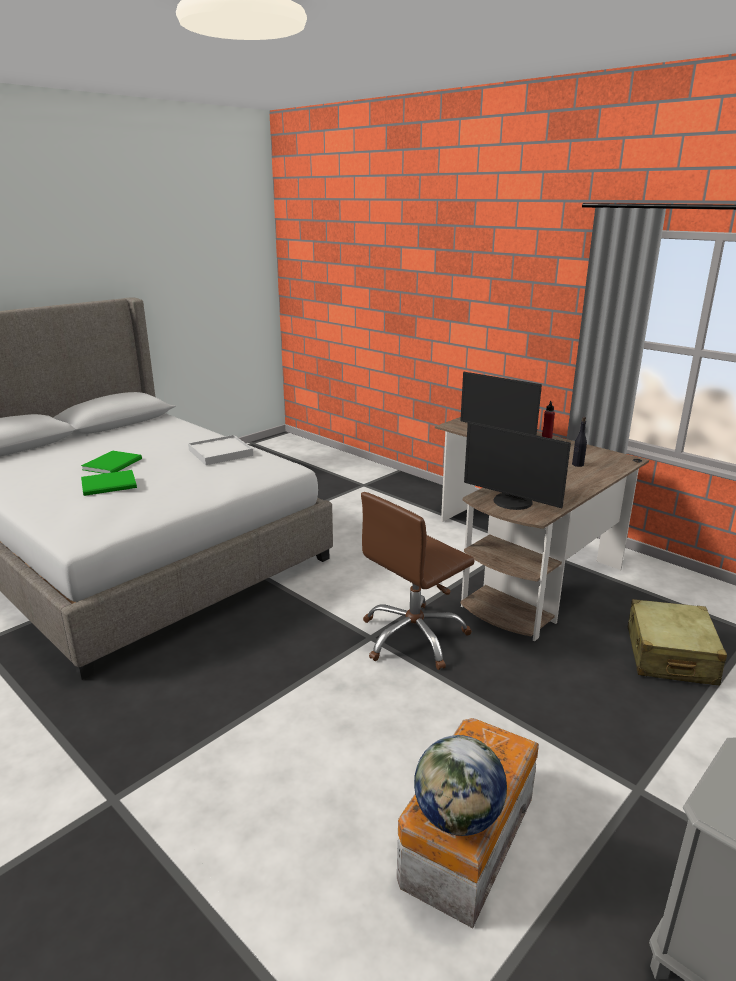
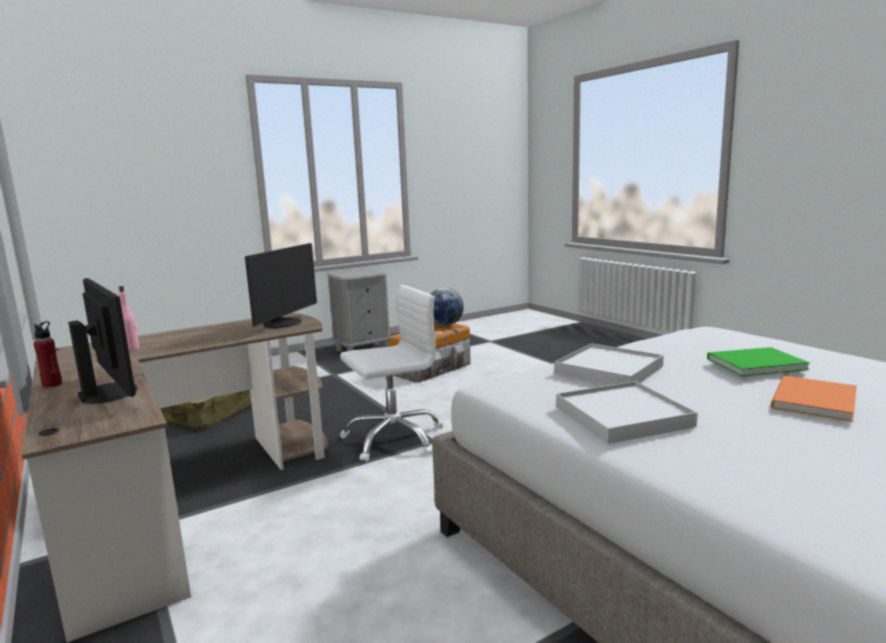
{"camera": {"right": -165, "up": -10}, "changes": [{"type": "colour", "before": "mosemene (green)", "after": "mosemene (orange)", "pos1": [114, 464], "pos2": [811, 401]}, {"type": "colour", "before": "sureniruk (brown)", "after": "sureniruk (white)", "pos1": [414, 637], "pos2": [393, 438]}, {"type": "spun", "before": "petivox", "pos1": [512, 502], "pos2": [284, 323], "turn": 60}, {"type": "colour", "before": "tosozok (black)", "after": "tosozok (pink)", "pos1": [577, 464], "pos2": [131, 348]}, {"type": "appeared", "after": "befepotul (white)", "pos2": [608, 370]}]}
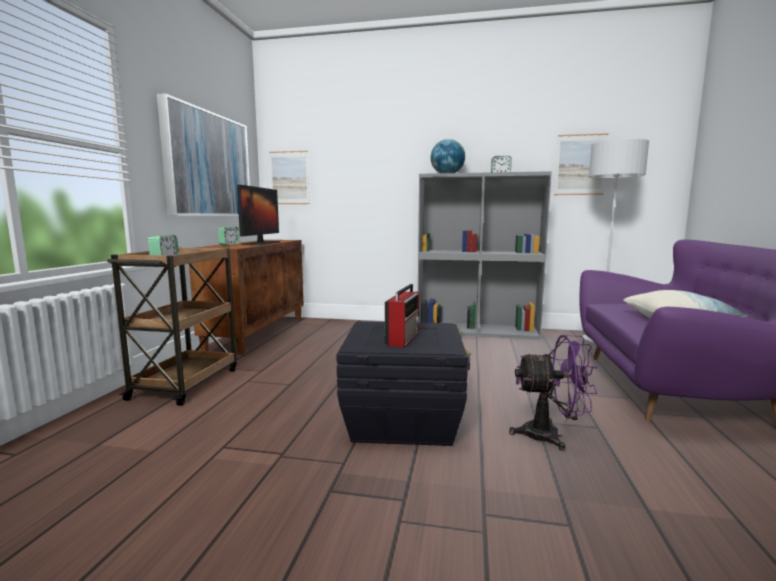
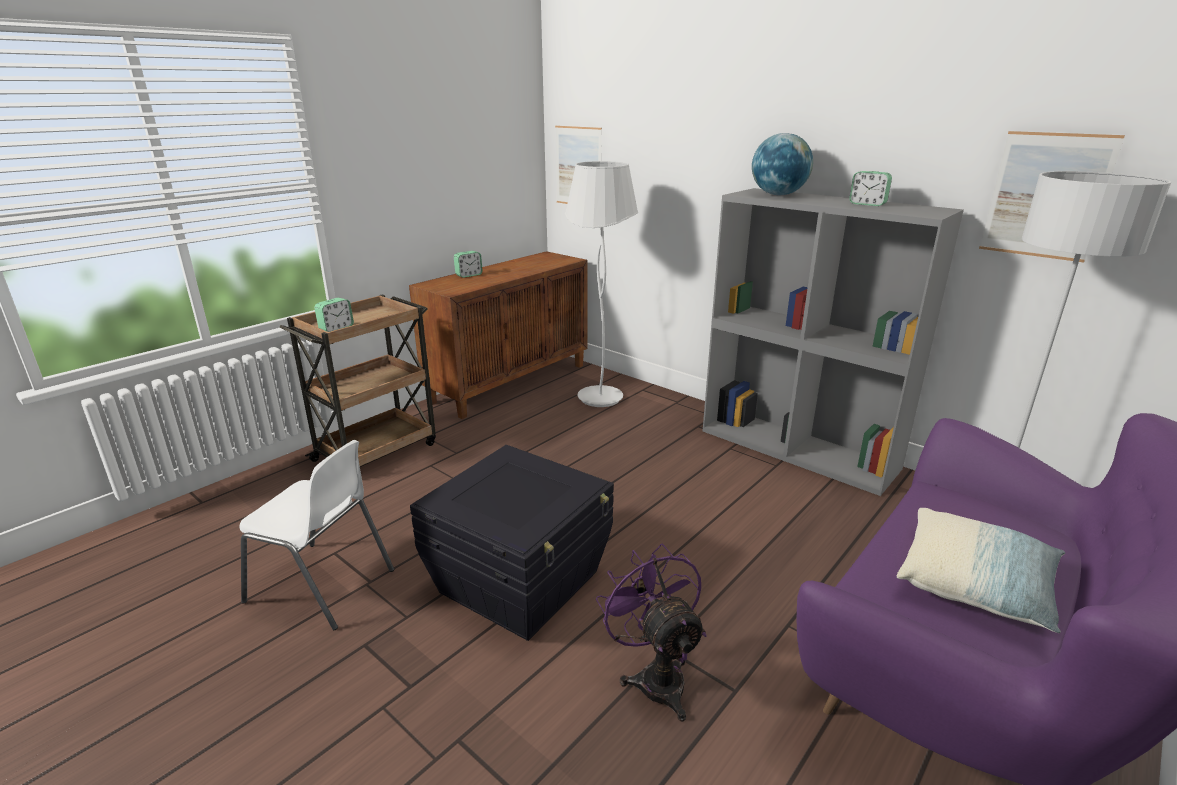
{"camera": {"right": 30, "up": 15}, "changes": [{"type": "missing", "before": "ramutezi", "pos1": [208, 165]}, {"type": "missing", "before": "petivox", "pos1": [261, 243]}, {"type": "missing", "before": "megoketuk", "pos1": [403, 338]}, {"type": "spun", "before": "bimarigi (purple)", "pos1": [551, 436], "pos2": [655, 676], "turn": -150}, {"type": "appeared", "after": "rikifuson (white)", "pos2": [323, 586]}, {"type": "appeared", "after": "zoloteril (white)", "pos2": [600, 398]}]}
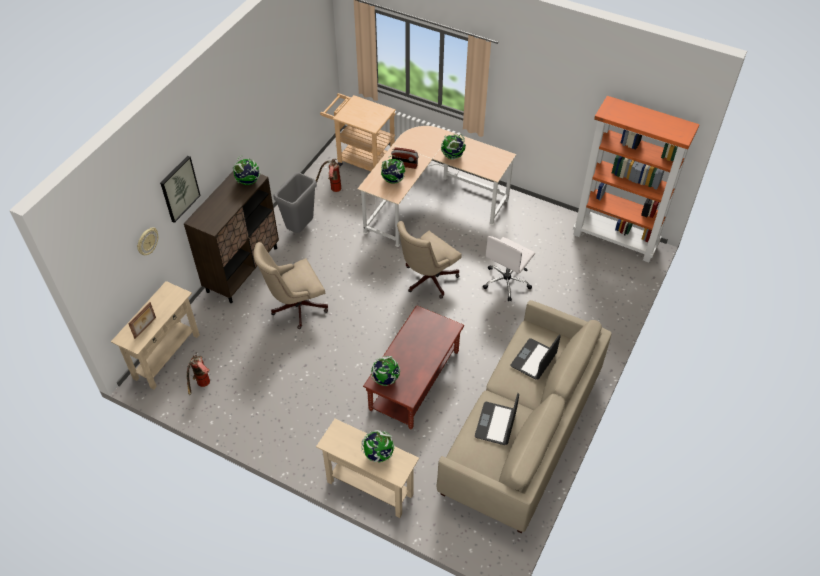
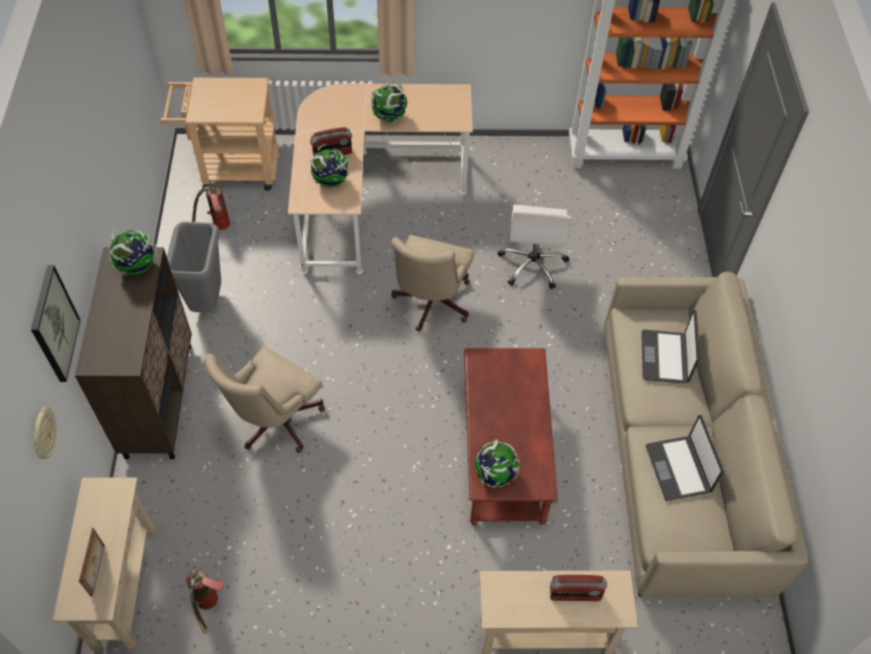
{"camera": {"right": -30, "up": 5}, "changes": [{"type": "exchanged", "before": "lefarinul", "after": "megoketuk", "pos1": [378, 454], "pos2": [575, 594]}]}
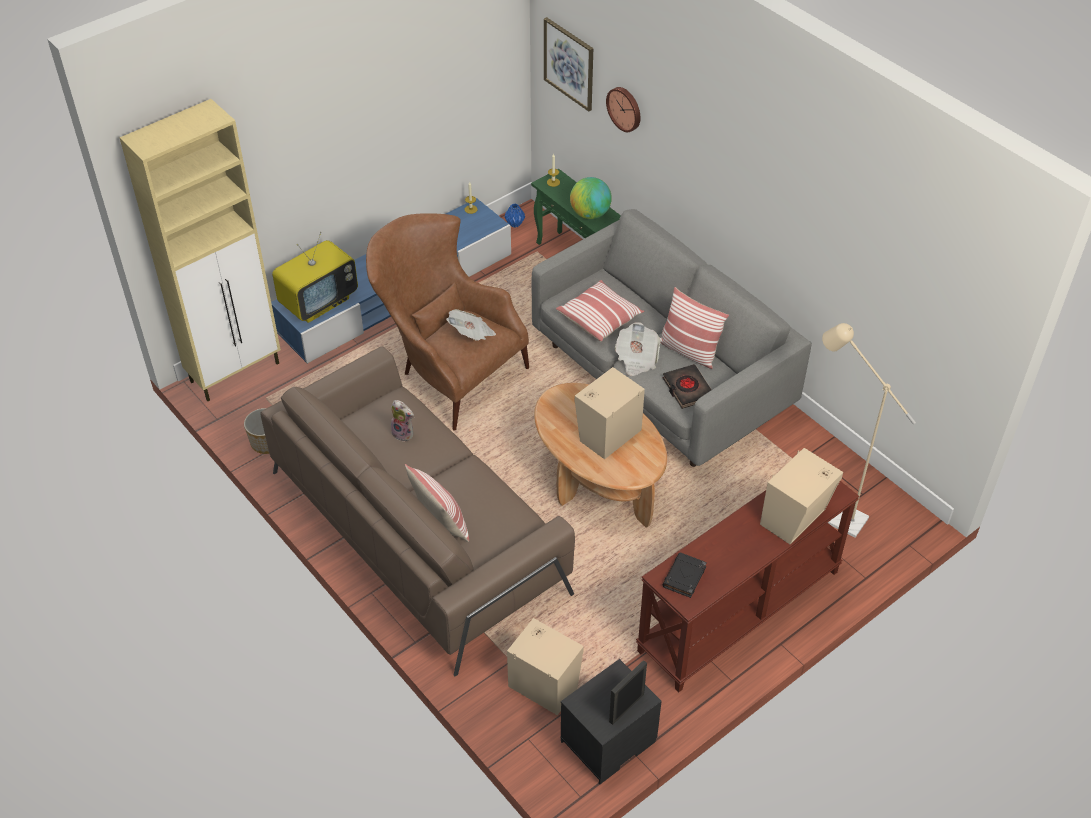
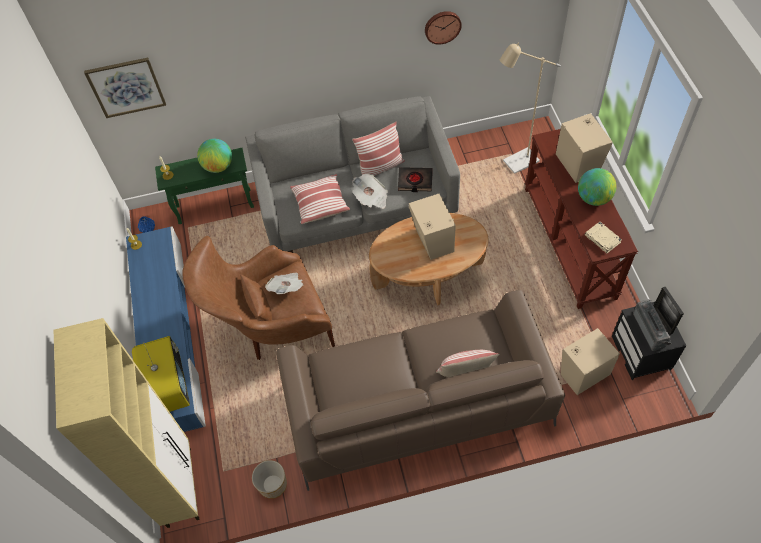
{"camera": {"right": -60, "up": 10}, "changes": [{"type": "missing", "before": "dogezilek", "pos1": [404, 433]}, {"type": "relocated", "before": "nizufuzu", "pos1": [625, 108], "pos2": [442, 26]}, {"type": "colour", "before": "mosemene (black)", "after": "mosemene (beige)", "pos1": [684, 577], "pos2": [603, 239]}, {"type": "appeared", "after": "lefarinul", "pos2": [593, 198]}, {"type": "appeared", "after": "megoketuk", "pos2": [651, 330]}]}
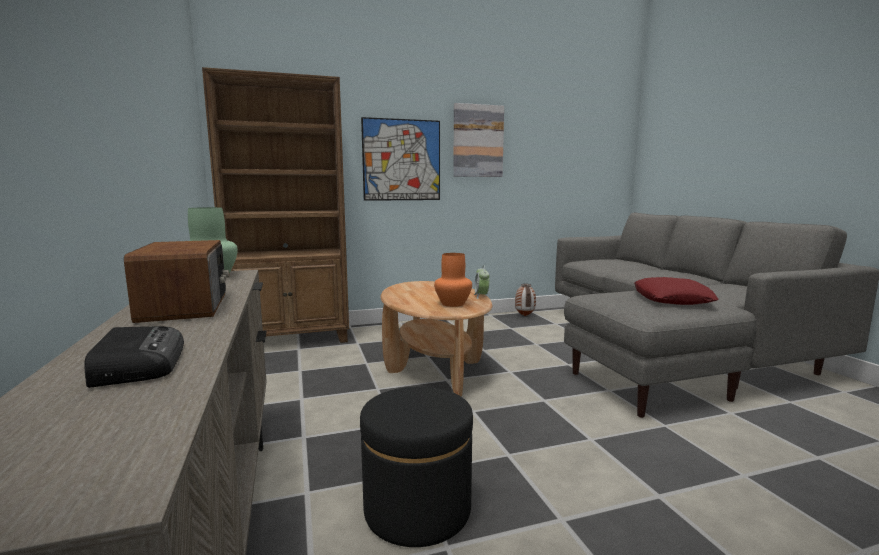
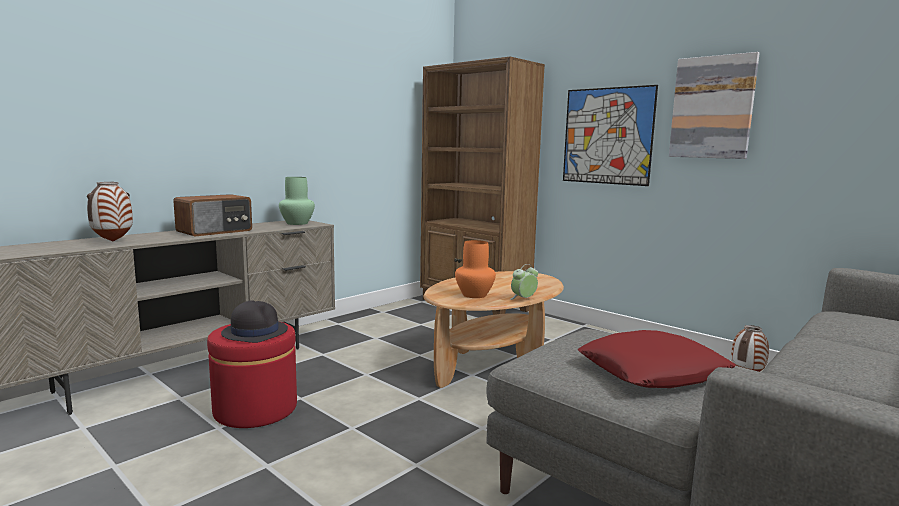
{"camera": {"right": 60, "up": 0}, "changes": [{"type": "exchanged", "before": "megoketuk", "after": "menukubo", "pos1": [139, 363], "pos2": [113, 241]}, {"type": "colour", "before": "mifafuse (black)", "after": "mifafuse (red)", "pos1": [417, 509], "pos2": [255, 409]}, {"type": "appeared", "after": "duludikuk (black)", "pos2": [255, 332]}]}
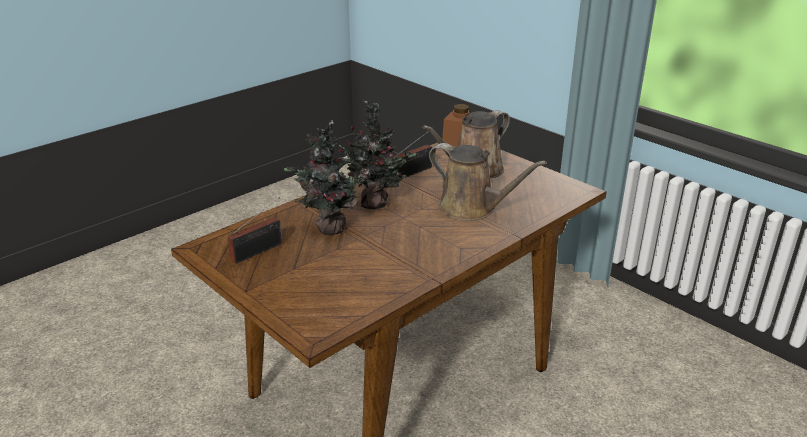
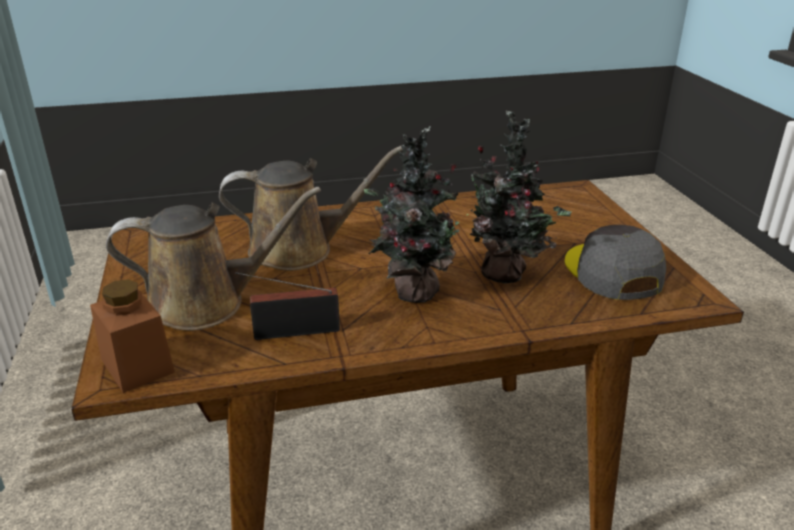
{"camera": {"right": -150, "up": 0}, "changes": [{"type": "exchanged", "before": "megoketuk", "after": "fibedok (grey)", "pos1": [260, 251], "pos2": [612, 272]}, {"type": "spun", "before": "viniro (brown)", "pos1": [472, 208], "pos2": [299, 250], "turn": 105}]}
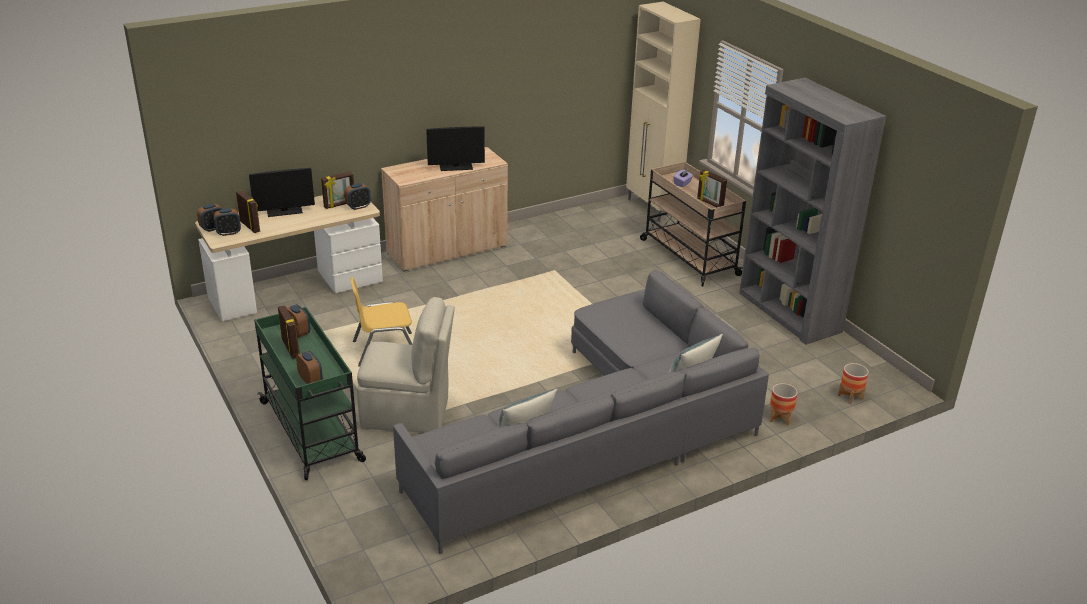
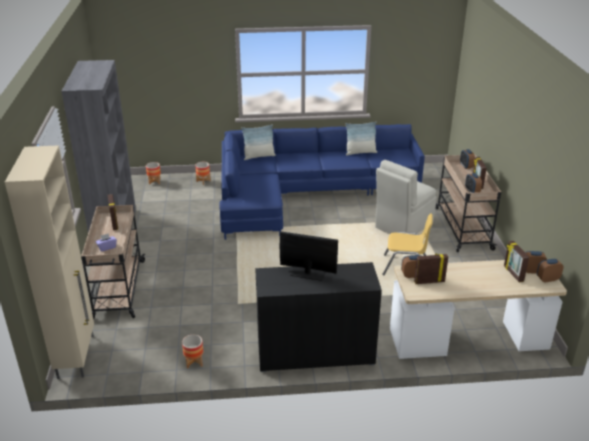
{"camera": {"right": -155, "up": 0}, "changes": [{"type": "missing", "before": "petivox", "pos1": [284, 211]}, {"type": "colour", "before": "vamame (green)", "after": "vamame (beige)", "pos1": [312, 432], "pos2": [462, 227]}, {"type": "spun", "before": "rikifuson (beige)", "pos1": [408, 413], "pos2": [403, 225], "turn": -75}, {"type": "colour", "before": "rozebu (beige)", "after": "rozebu (black)", "pos1": [447, 250], "pos2": [315, 353]}, {"type": "colour", "before": "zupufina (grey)", "after": "zupufina (blue)", "pos1": [598, 435], "pos2": [303, 194]}, {"type": "appeared", "after": "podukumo", "pos2": [194, 362]}]}
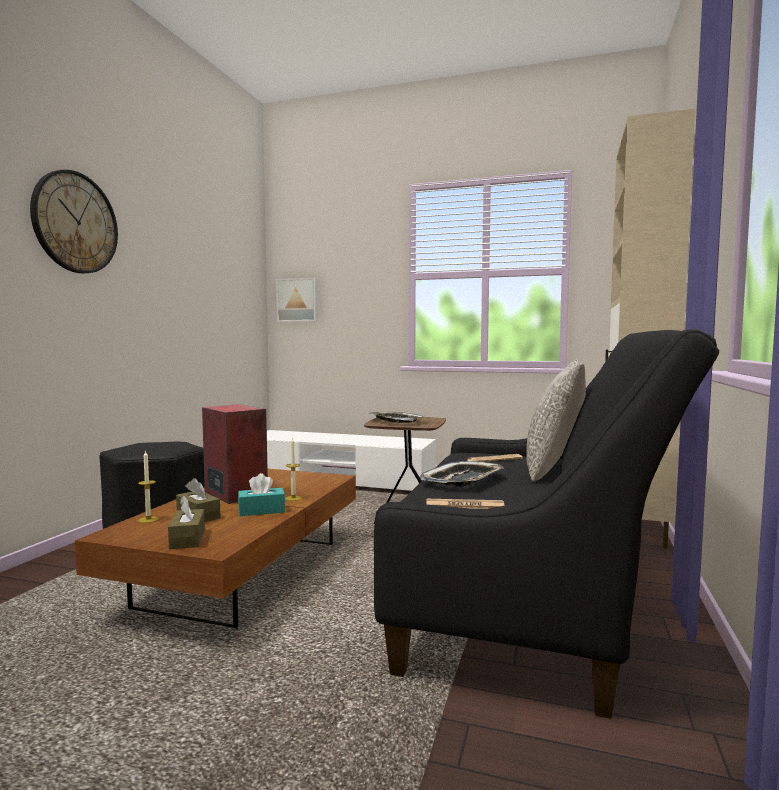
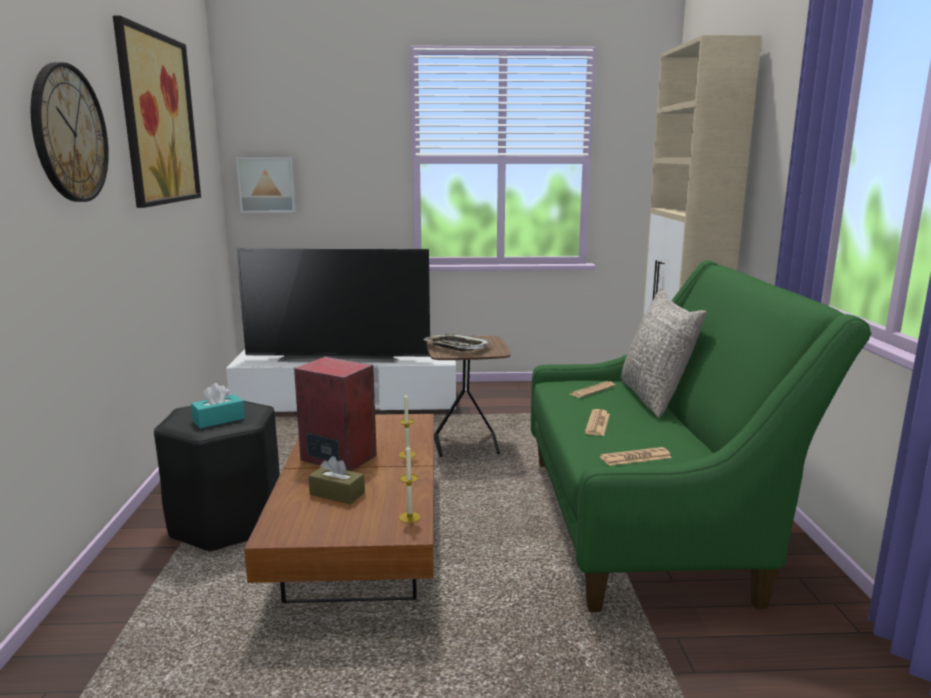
{"camera": {"right": -20, "up": 10}, "changes": [{"type": "relocated", "before": "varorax", "pos1": [148, 519], "pos2": [409, 517]}, {"type": "missing", "before": "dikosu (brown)", "pos1": [187, 539]}, {"type": "relocated", "before": "dikosu (turquoise)", "pos1": [261, 511], "pos2": [219, 420]}, {"type": "colour", "before": "zupufina (black)", "after": "zupufina (green)", "pos1": [533, 605], "pos2": [649, 523]}, {"type": "exchanged", "before": "befepotul", "after": "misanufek", "pos1": [463, 480], "pos2": [597, 423]}, {"type": "appeared", "after": "ramutezi", "pos2": [158, 119]}, {"type": "appeared", "after": "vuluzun", "pos2": [339, 357]}]}
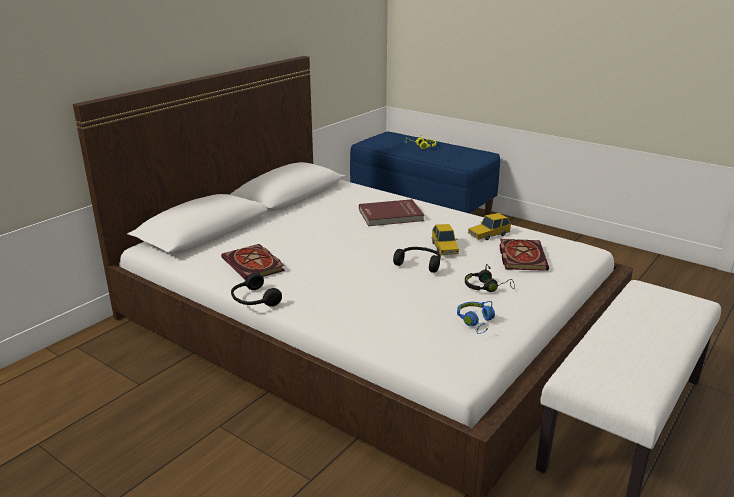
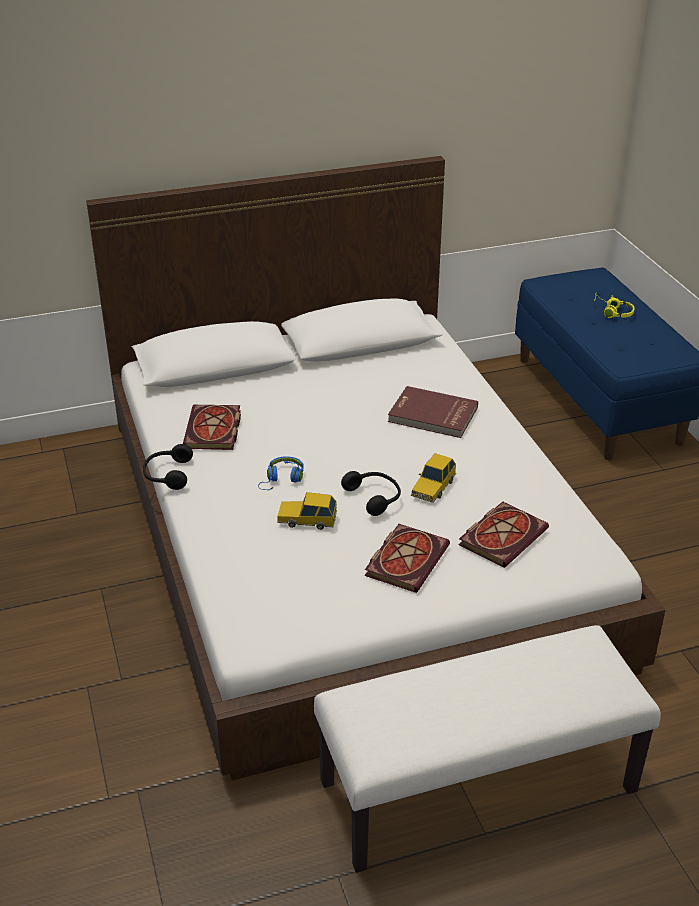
{"camera": {"right": 35, "up": 10}, "changes": [{"type": "relocated", "before": "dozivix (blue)", "pos1": [476, 322], "pos2": [282, 479]}, {"type": "exchanged", "before": "dozivix (black)", "after": "mosemene", "pos1": [487, 287], "pos2": [406, 559]}, {"type": "relocated", "before": "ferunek", "pos1": [488, 234], "pos2": [307, 519]}]}
